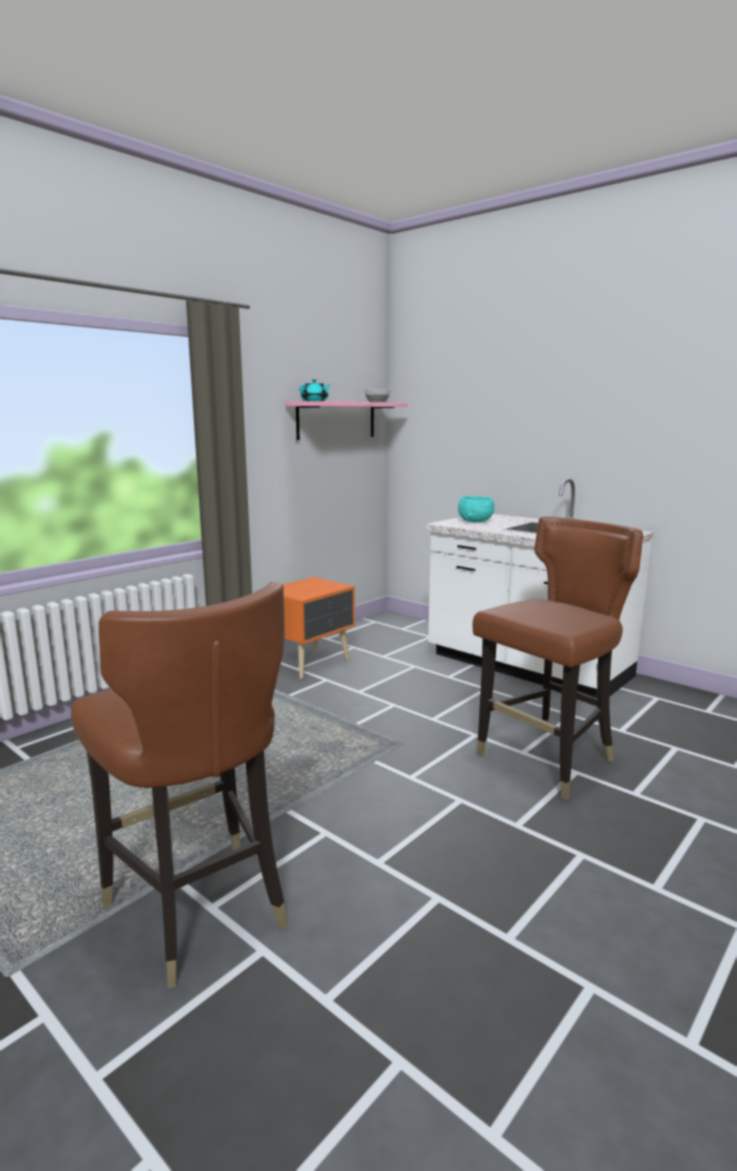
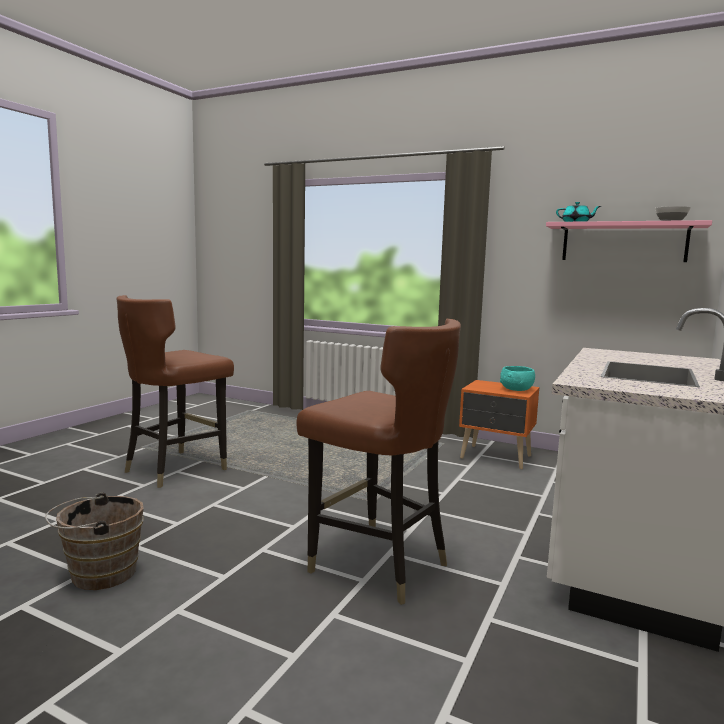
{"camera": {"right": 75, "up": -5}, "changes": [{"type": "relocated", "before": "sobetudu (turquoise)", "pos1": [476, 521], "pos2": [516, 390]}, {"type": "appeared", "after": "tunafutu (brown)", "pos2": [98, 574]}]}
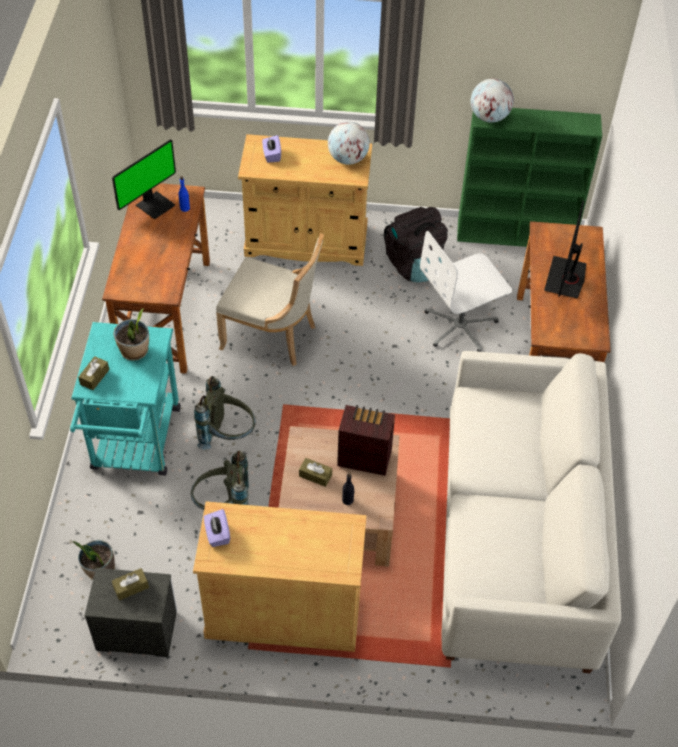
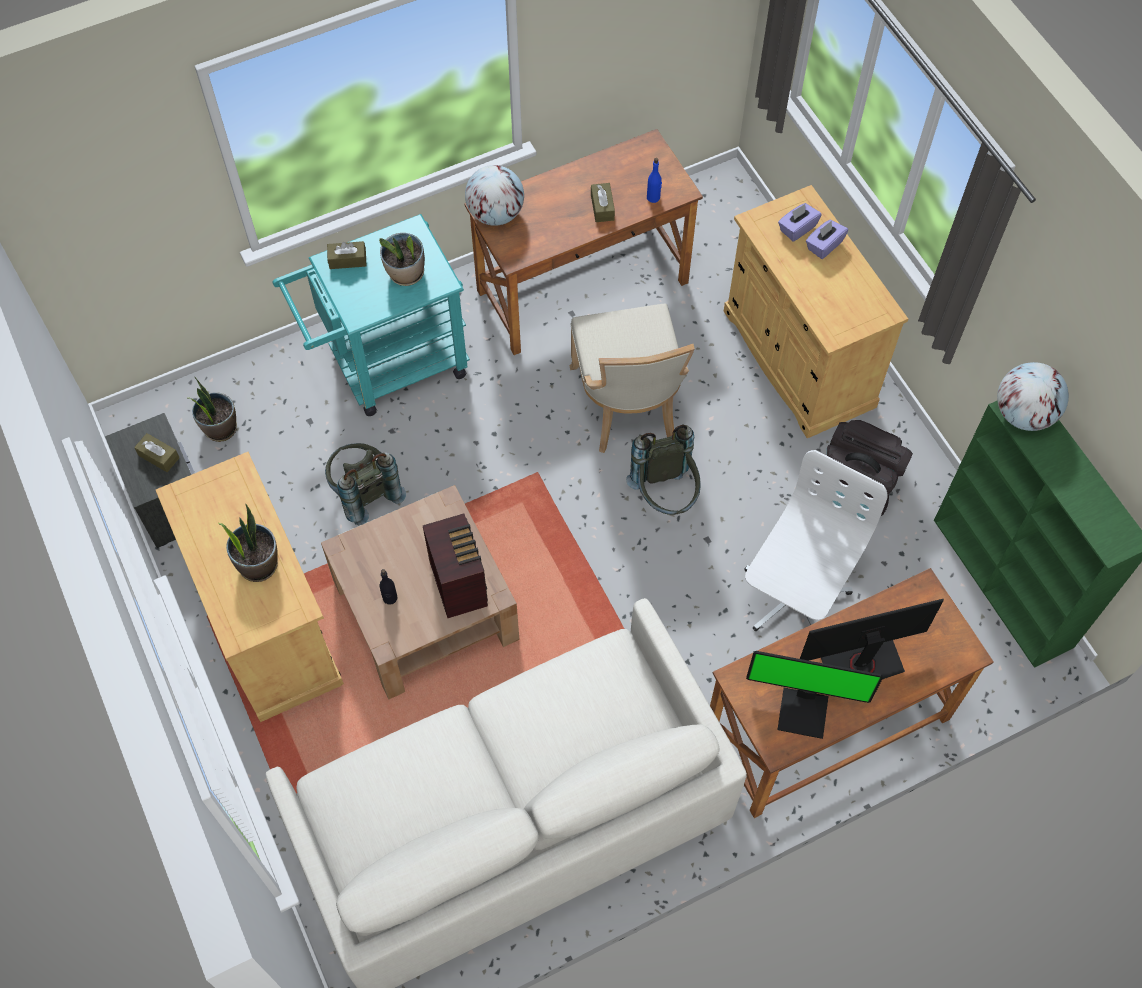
{"camera": {"right": 60, "up": 10}, "changes": [{"type": "relocated", "before": "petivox", "pos1": [154, 204], "pos2": [804, 710]}, {"type": "relocated", "before": "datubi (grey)", "pos1": [227, 435], "pos2": [665, 496]}, {"type": "relocated", "before": "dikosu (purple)", "pos1": [217, 534], "pos2": [824, 245]}, {"type": "relocated", "before": "dikosu (brown)", "pos1": [315, 475], "pos2": [602, 207]}, {"type": "relocated", "before": "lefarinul", "pos1": [348, 159], "pos2": [495, 214]}, {"type": "spun", "before": "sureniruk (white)", "pos1": [460, 326], "pos2": [793, 596], "turn": 90}, {"type": "appeared", "after": "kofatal", "pos2": [258, 564]}]}
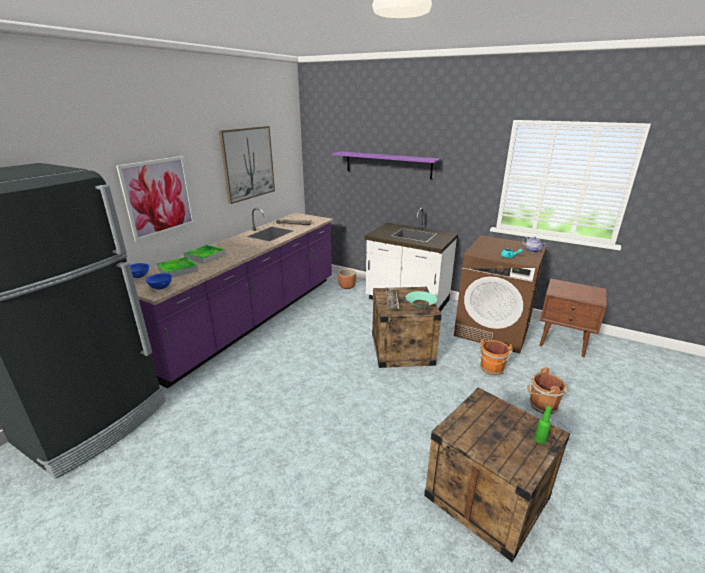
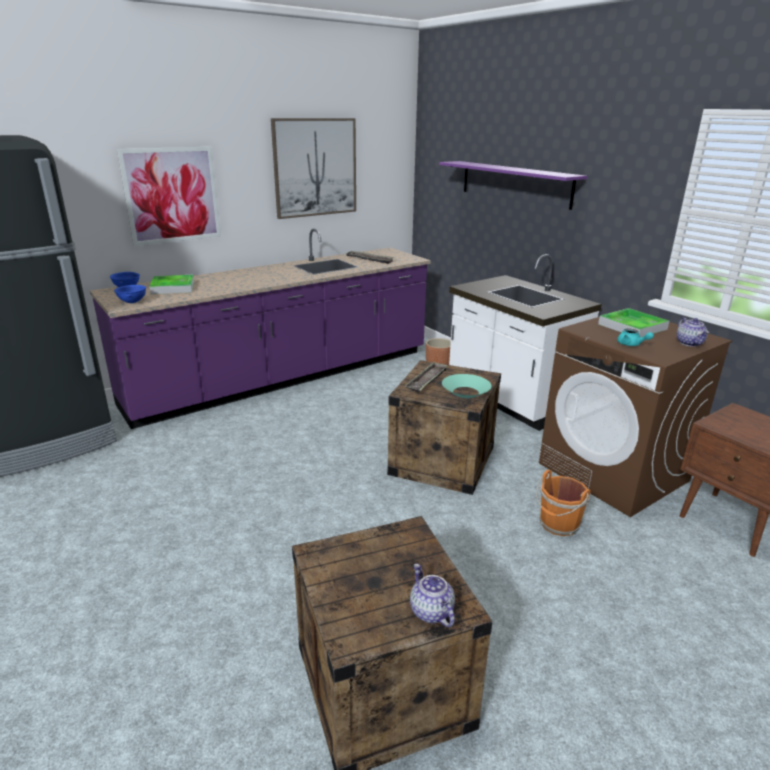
{"camera": {"right": 25, "up": 0}, "changes": [{"type": "relocated", "before": "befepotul", "pos1": [205, 256], "pos2": [632, 326]}, {"type": "missing", "before": "tunafutu (brown)", "pos1": [541, 405]}, {"type": "exchanged", "before": "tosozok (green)", "after": "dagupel", "pos1": [540, 440], "pos2": [430, 611]}]}
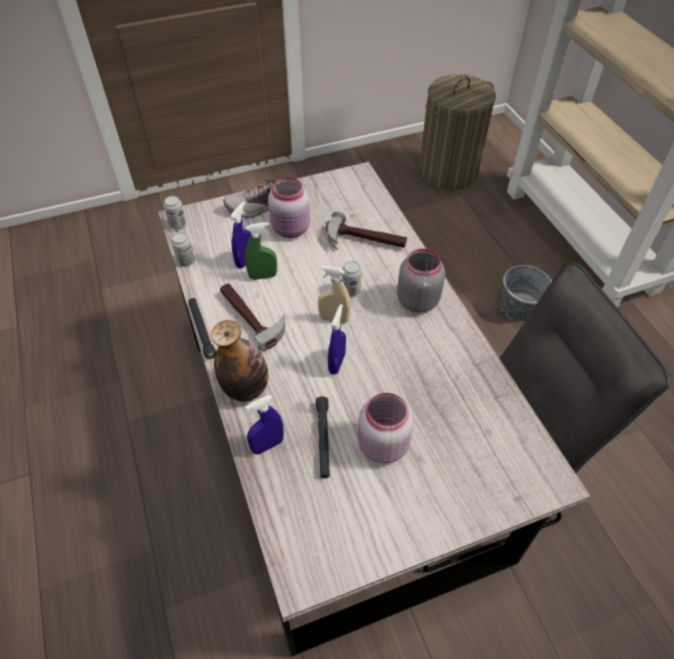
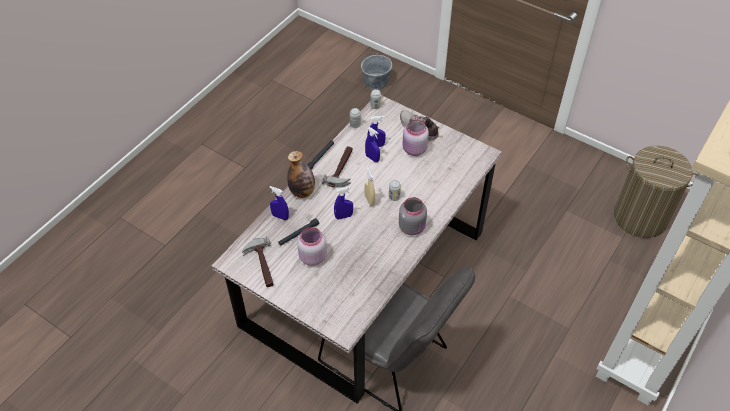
{"camera": {"right": 55, "up": 0}, "changes": [{"type": "colour", "before": "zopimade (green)", "after": "zopimade (blue)", "pos1": [263, 276], "pos2": [372, 158]}, {"type": "relocated", "before": "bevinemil", "pos1": [364, 242], "pos2": [261, 265]}, {"type": "relocated", "before": "tunafutu (grey)", "pos1": [520, 306], "pos2": [376, 82]}]}
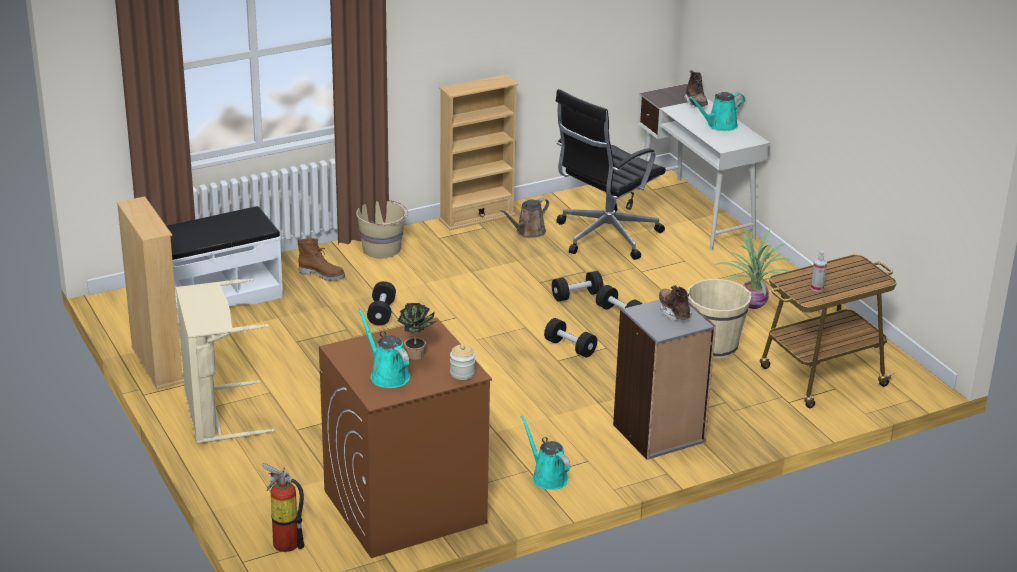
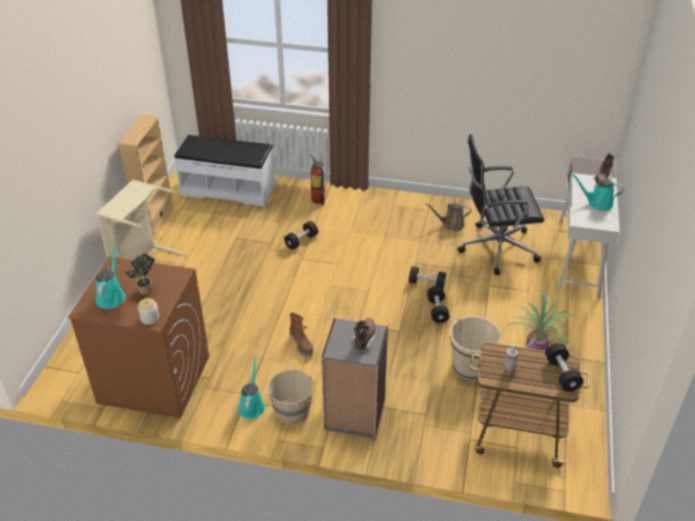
{"camera": {"right": 40, "up": 10}, "changes": [{"type": "relocated", "before": "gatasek", "pos1": [284, 541], "pos2": [318, 198]}, {"type": "relocated", "before": "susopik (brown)", "pos1": [322, 274], "pos2": [302, 345]}, {"type": "relocated", "before": "tunafutu (beige)", "pos1": [382, 249], "pos2": [292, 411]}, {"type": "missing", "before": "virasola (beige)", "pos1": [477, 217]}, {"type": "relocated", "before": "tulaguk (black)", "pos1": [570, 347], "pos2": [562, 374]}]}
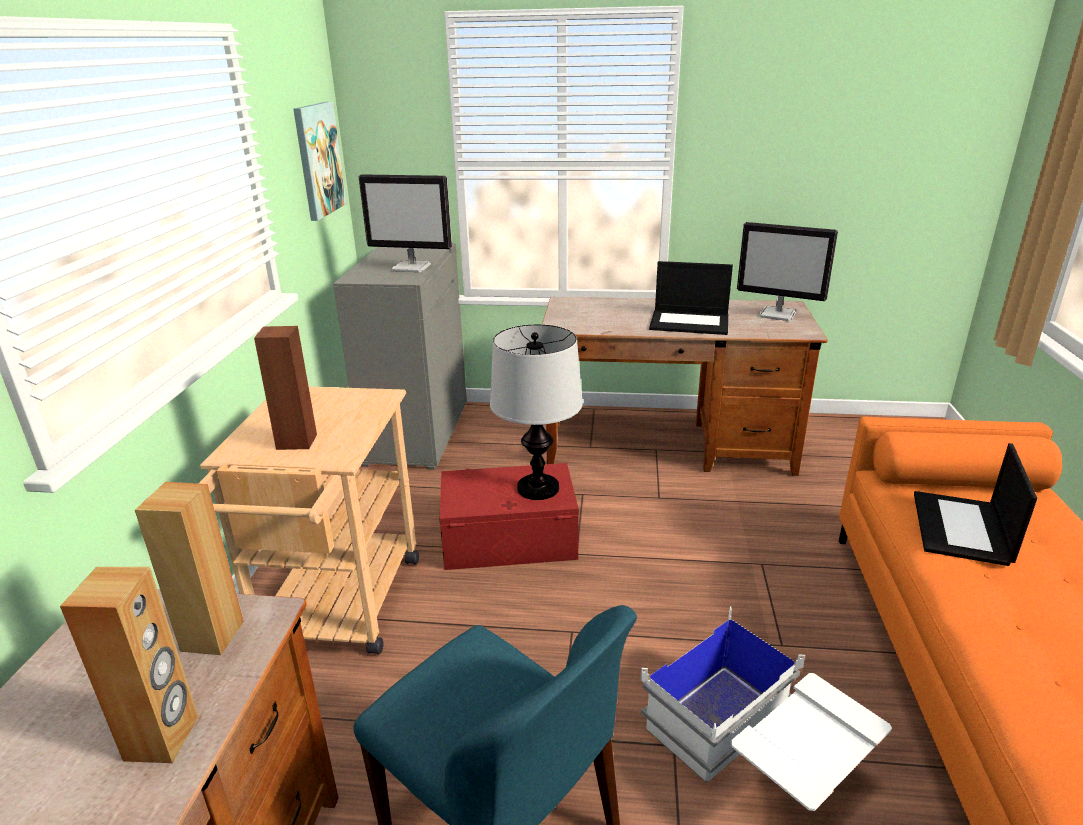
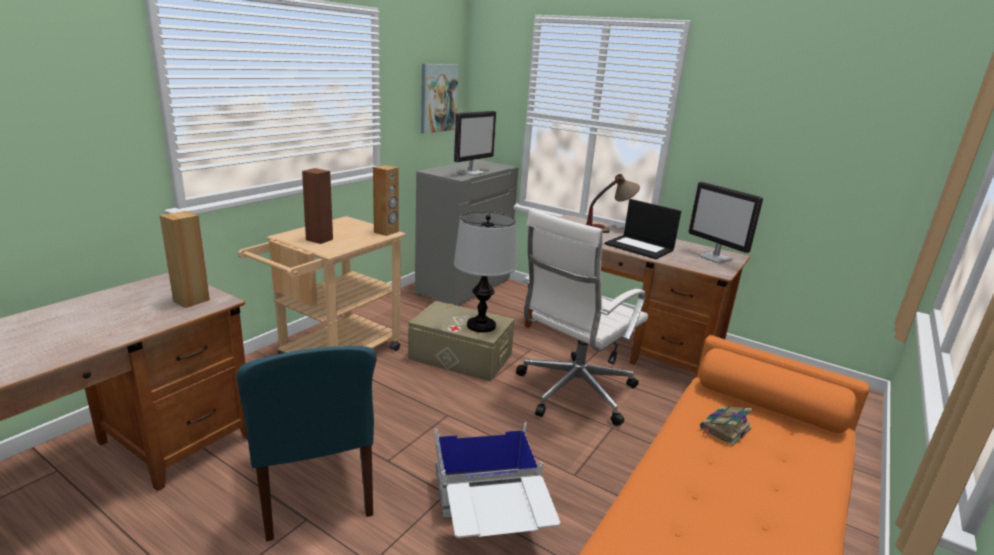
{"camera": {"right": 25, "up": -5}, "changes": [{"type": "relocated", "before": "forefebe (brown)", "pos1": [163, 738], "pos2": [386, 232]}, {"type": "spun", "before": "petivox", "pos1": [412, 267], "pos2": [471, 173], "turn": -90}, {"type": "colour", "before": "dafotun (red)", "after": "dafotun (beige)", "pos1": [508, 538], "pos2": [460, 356]}, {"type": "exchanged", "before": "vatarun", "after": "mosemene", "pos1": [962, 529], "pos2": [724, 429]}, {"type": "appeared", "after": "sureniruk (white)", "pos2": [572, 392]}, {"type": "appeared", "after": "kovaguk", "pos2": [608, 229]}]}
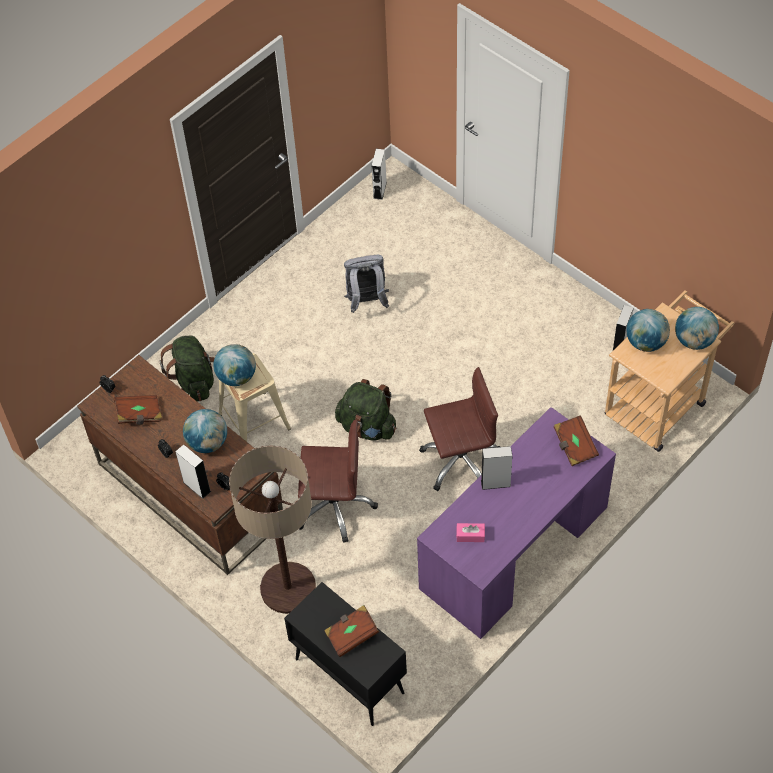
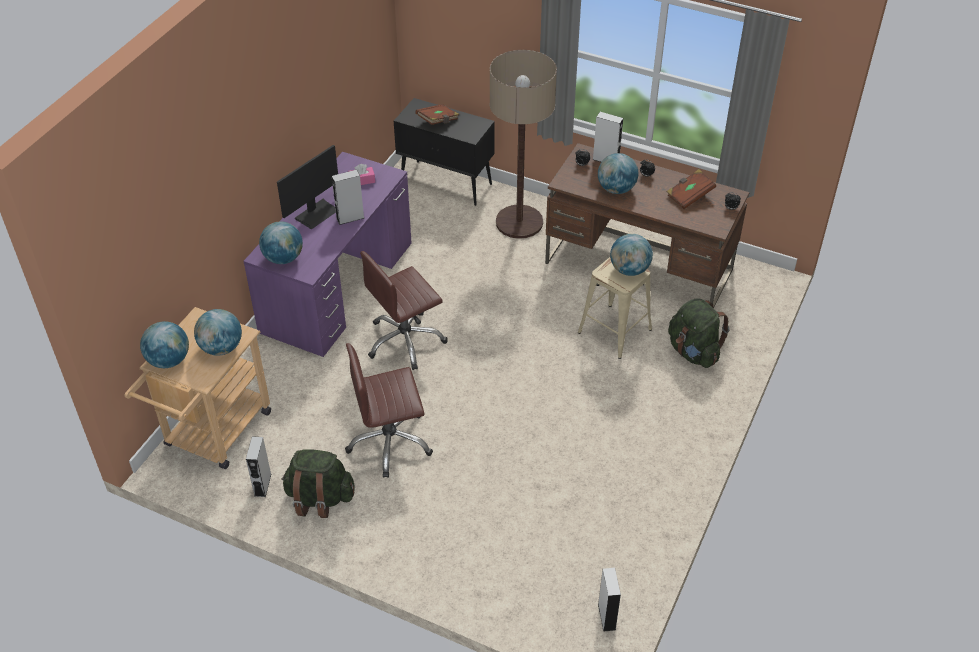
{"camera": {"right": 160, "up": -10}, "changes": [{"type": "relocated", "before": "sureniruk (brown)", "pos1": [334, 506], "pos2": [390, 442]}, {"type": "relocated", "before": "datubi (green)", "pos1": [367, 427], "pos2": [319, 498]}, {"type": "missing", "before": "datubi (grey)", "pos1": [366, 301]}, {"type": "exchanged", "before": "mosemene (brown)", "after": "lefarinul", "pos1": [574, 446], "pos2": [283, 258]}, {"type": "appeared", "after": "petivox", "pos2": [316, 213]}]}
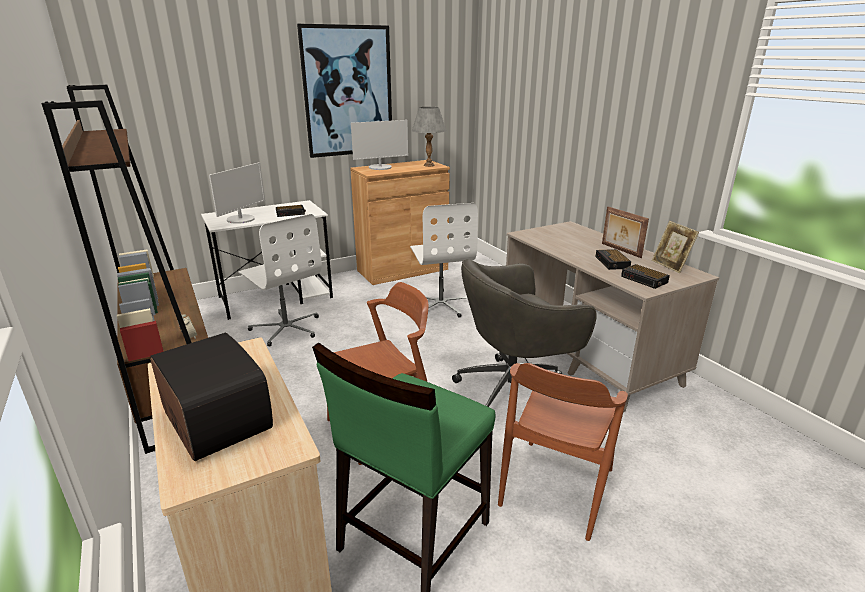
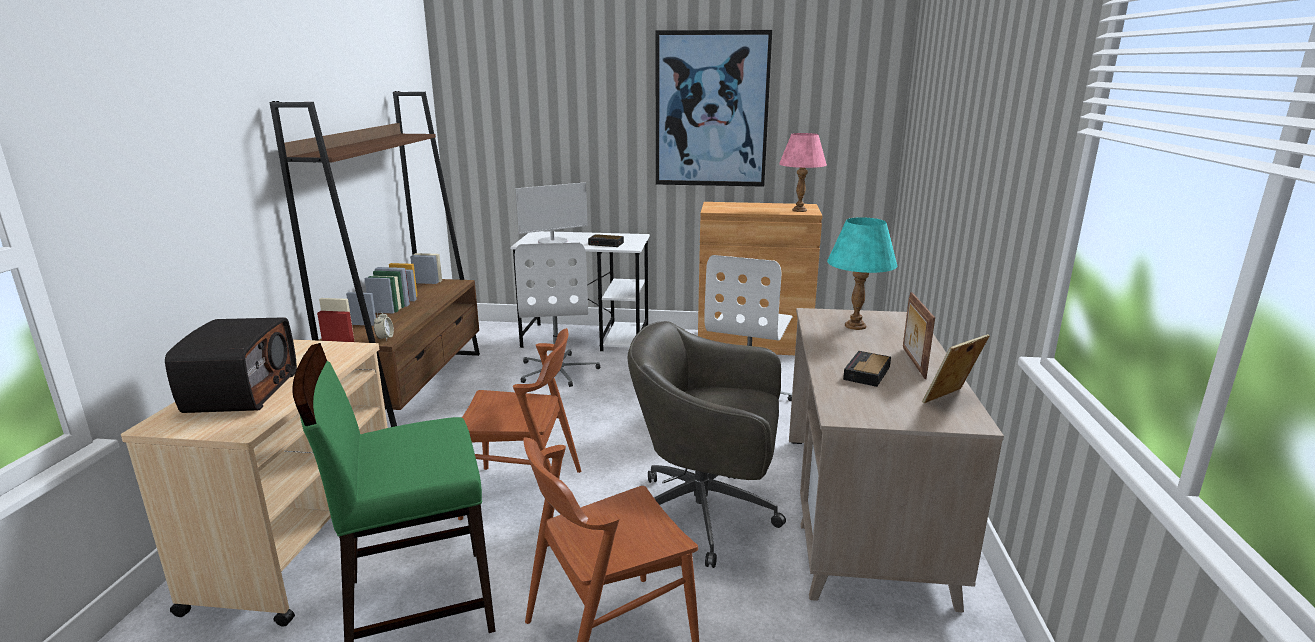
{"camera": {"right": 35, "up": -5}, "changes": [{"type": "missing", "before": "petivox", "pos1": [380, 167]}, {"type": "colour", "before": "kovaguk (grey)", "after": "kovaguk (pink)", "pos1": [428, 165], "pos2": [799, 210]}, {"type": "missing", "before": "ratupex", "pos1": [645, 280]}, {"type": "spun", "before": "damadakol", "pos1": [670, 266], "pos2": [950, 400], "turn": 45}, {"type": "appeared", "after": "kovaguk (turquoise)", "pos2": [854, 326]}]}
